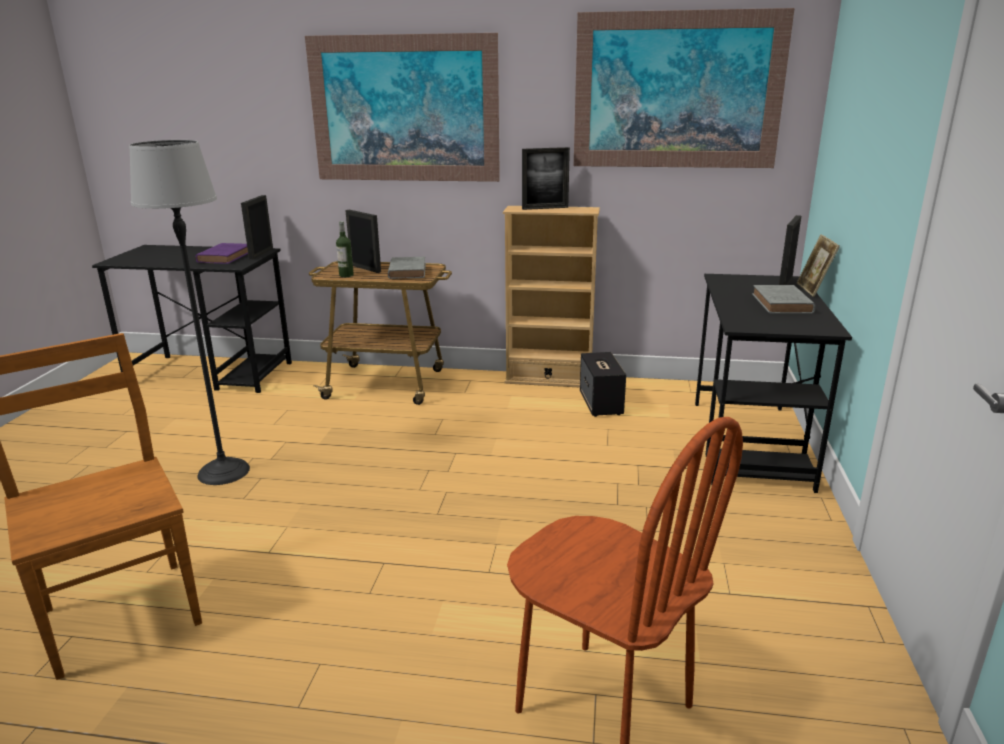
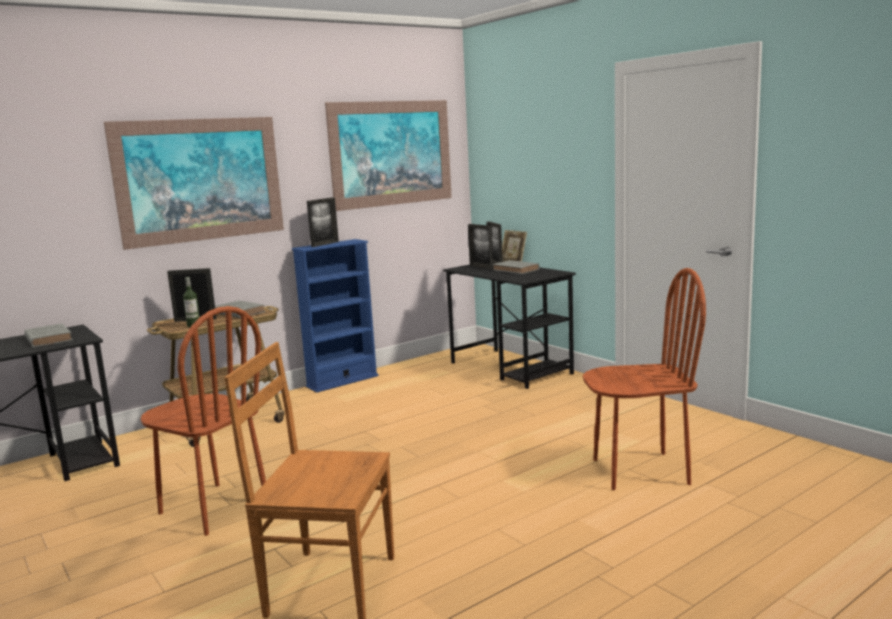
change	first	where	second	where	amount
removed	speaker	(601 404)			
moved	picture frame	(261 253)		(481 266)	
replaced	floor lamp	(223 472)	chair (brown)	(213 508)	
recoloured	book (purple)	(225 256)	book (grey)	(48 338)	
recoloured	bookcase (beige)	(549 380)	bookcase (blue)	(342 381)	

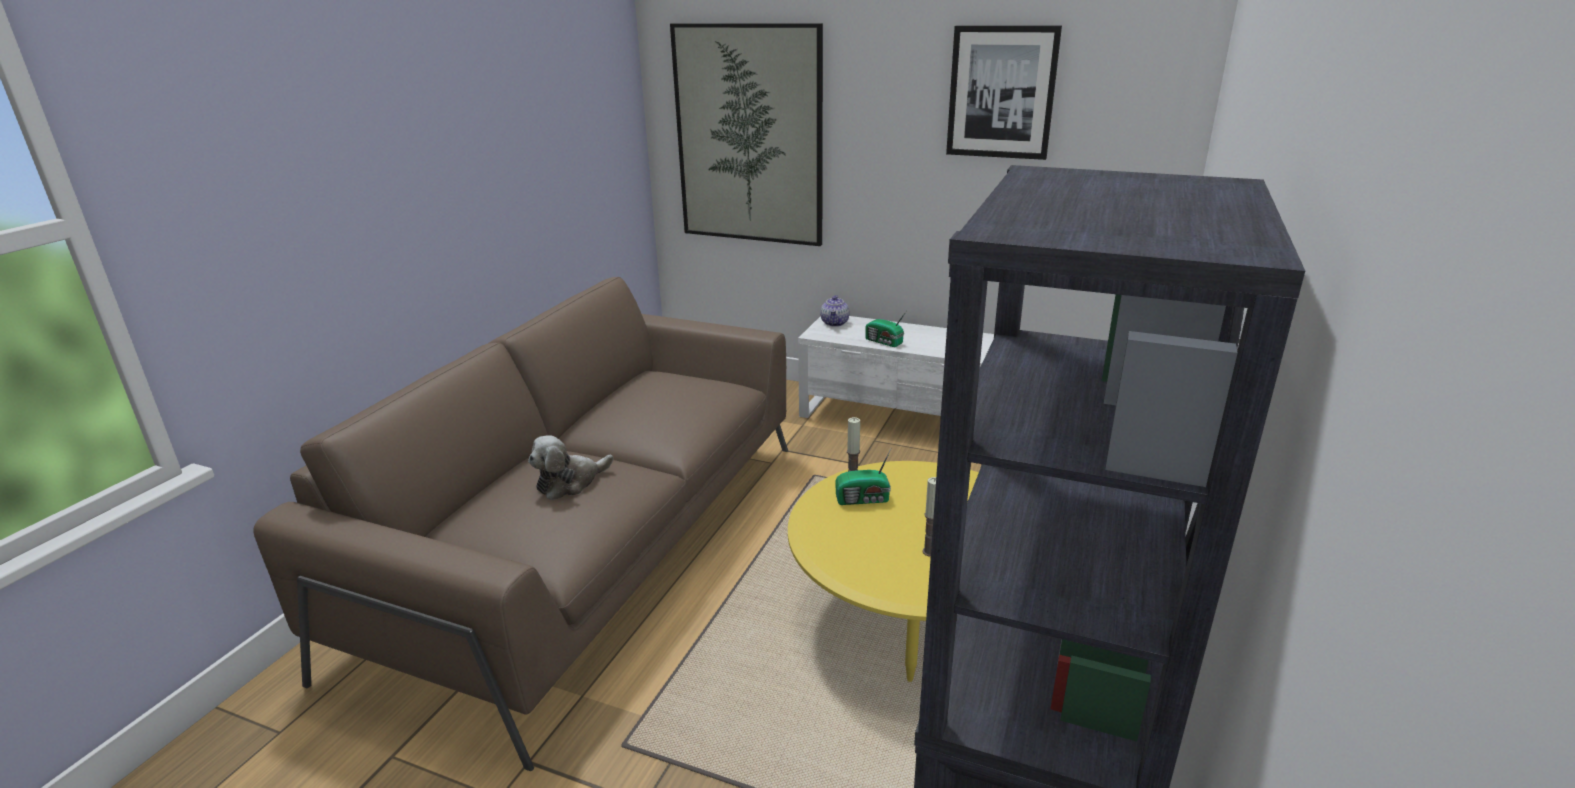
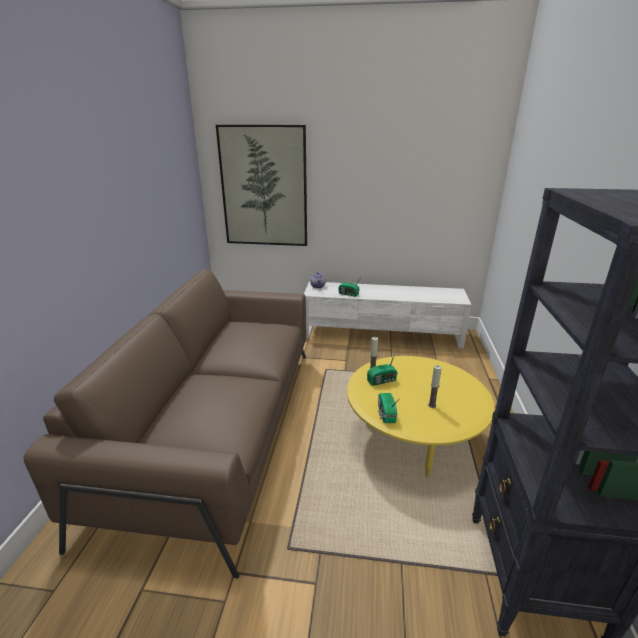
change	first	where	second	where	amount
removed	plush toy	(570 482)			
removed	picture	(1001 92)			
added			radio	(386 414)	

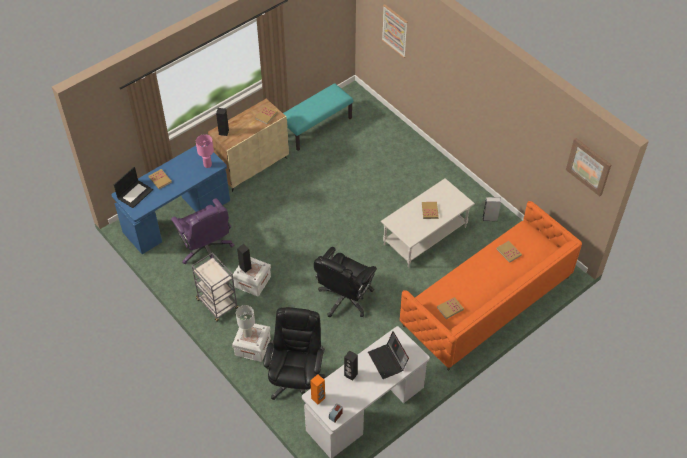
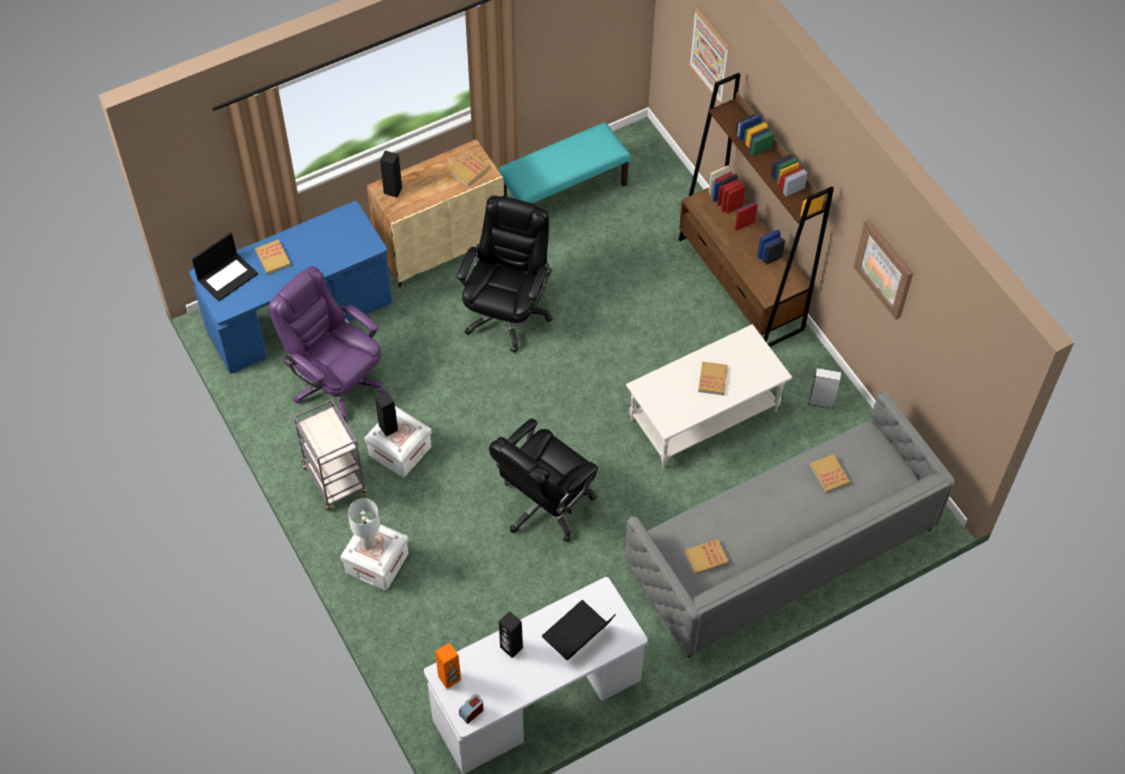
change	first	where	second	where	amount
removed	table lamp (pink)	(207 164)			
added			bookcase (brown)	(740 284)	
moved	office chair (black)	(296 380)		(507 313)	
moved	picture	(589 166)		(884 268)	
recoloured	sofa (orange)	(486 302)	sofa (grey)	(780 550)	
turned	office chair (purple)	(206 250)		(336 383)	150 degrees clockwise
turned	laptop	(388 361)		(577 635)	60 degrees clockwise

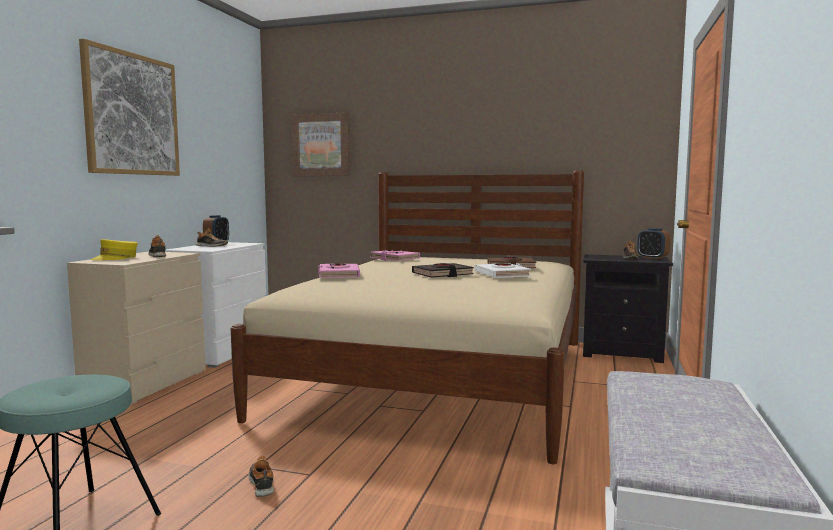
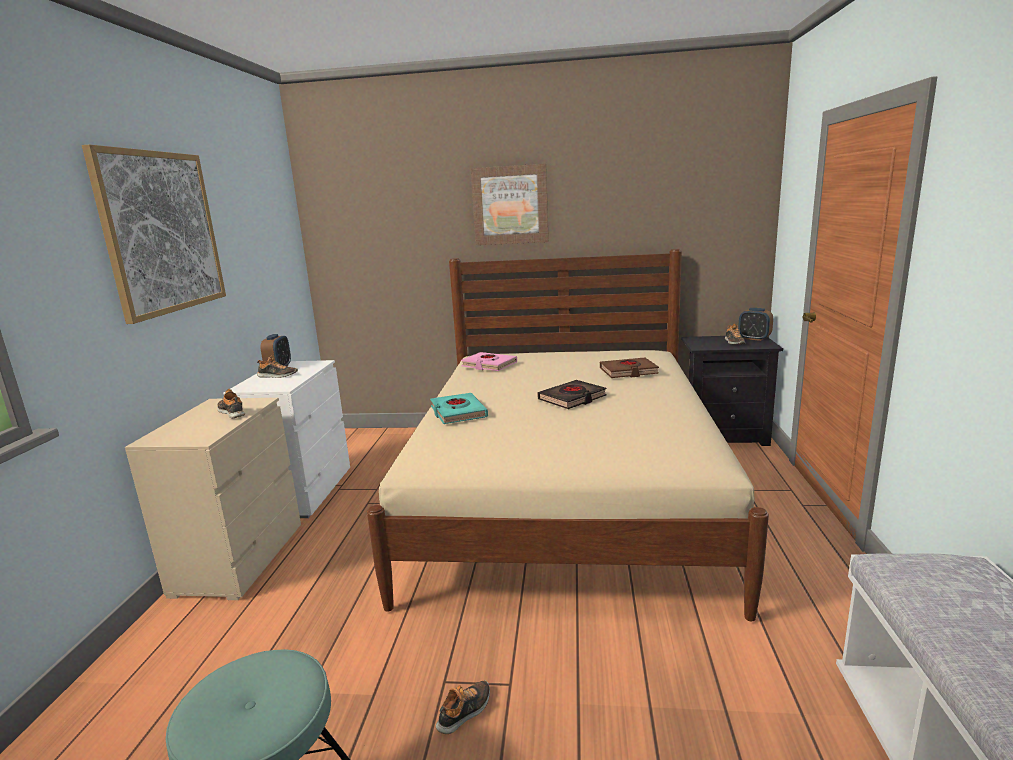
change	first	where	second	where	amount
removed	cap (yellow)	(115 258)			
removed	book (white)	(502 275)			
moved	picture	(321 145)		(510 205)	
recoloured	book (pink)	(338 275)	book (turquoise)	(458 413)	
turned	shoe	(262 484)		(465 712)	75 degrees clockwise

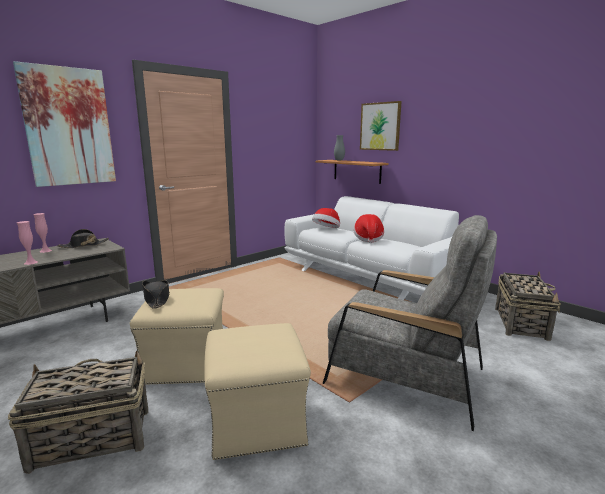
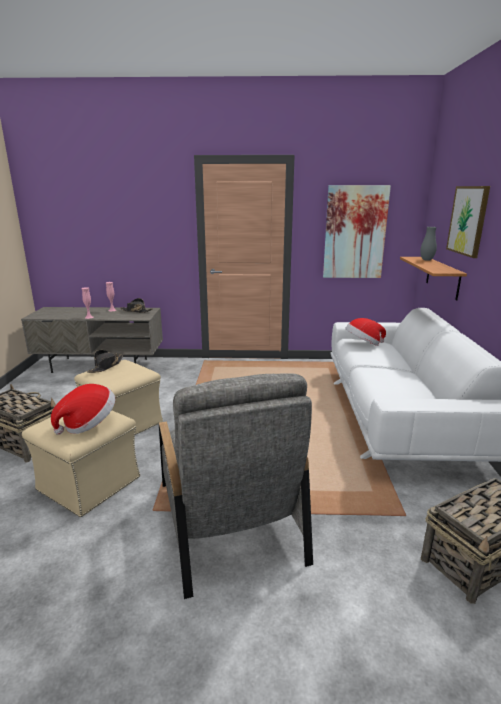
change	first	where	second	where	amount
moved	picture	(68 127)		(355 232)	
moved	hat	(368 239)		(88 424)	

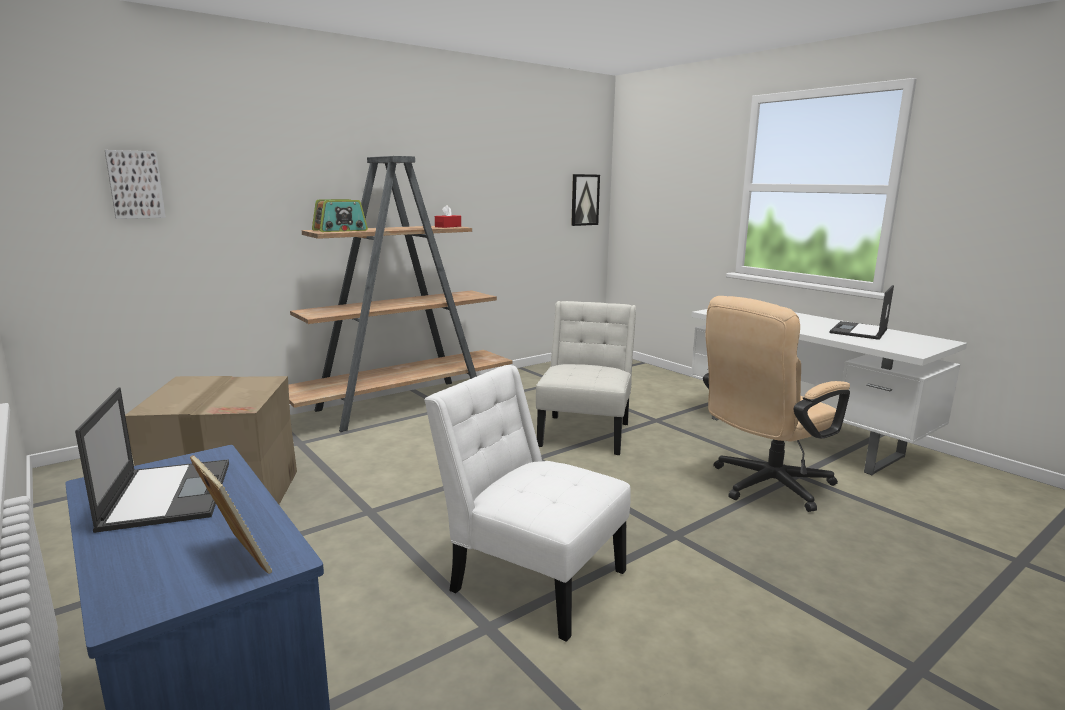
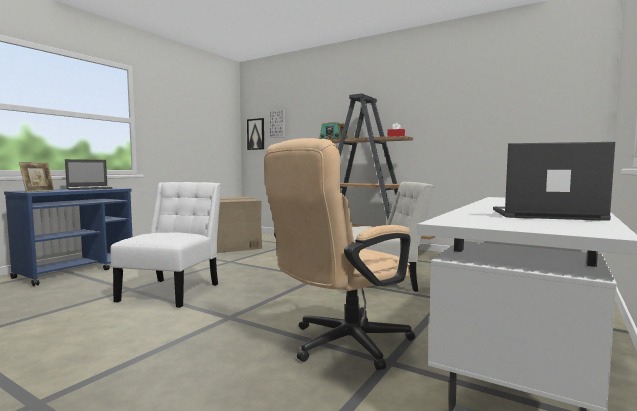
change	first	where	second	where	amount
moved	picture	(584 200)		(256 134)	
turned	office chair (beige)	(763 486)		(340 345)	75 degrees counterclockwise

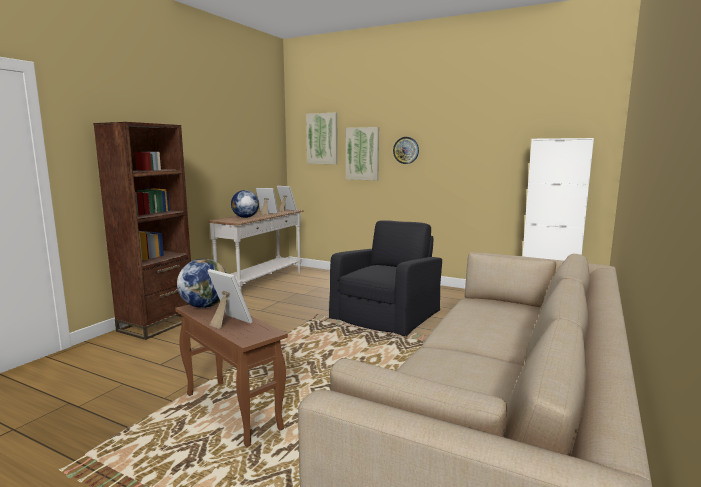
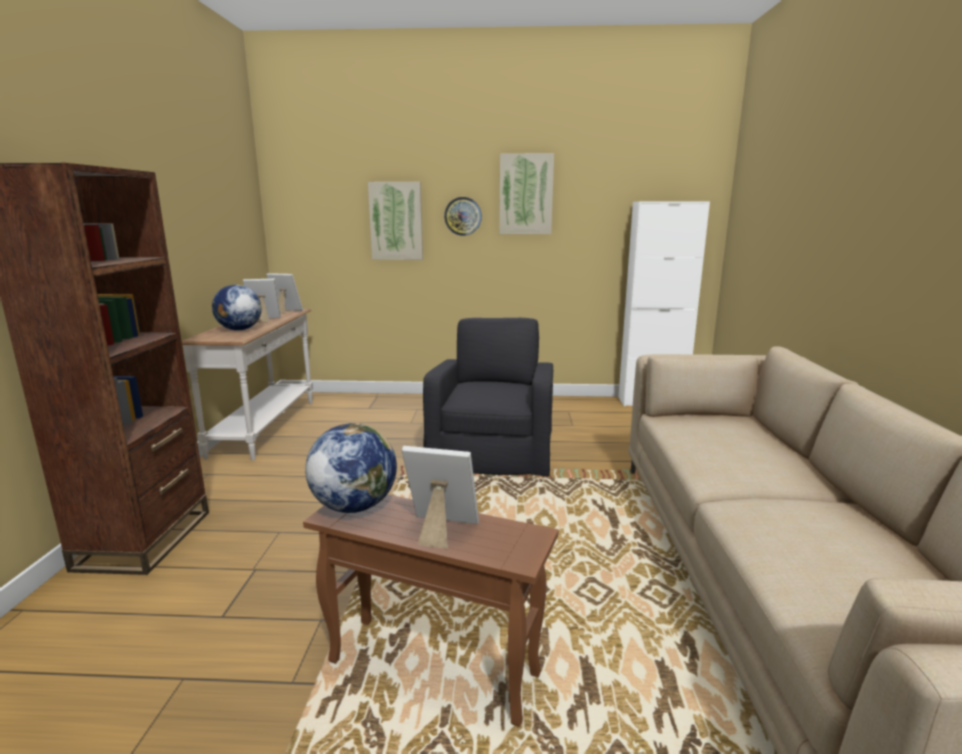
change	first	where	second	where	amount
moved	picture	(322 138)		(525 194)	

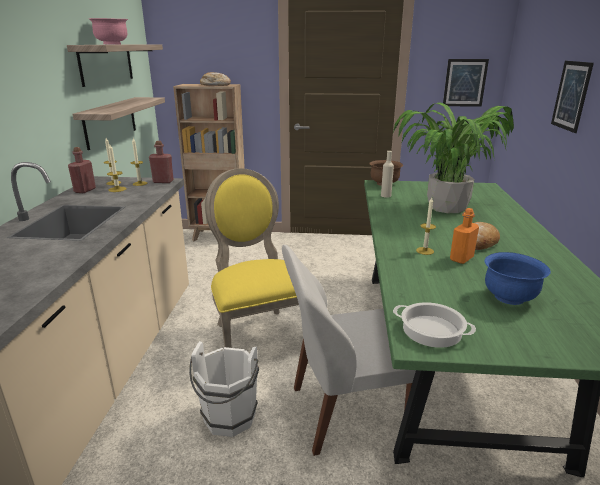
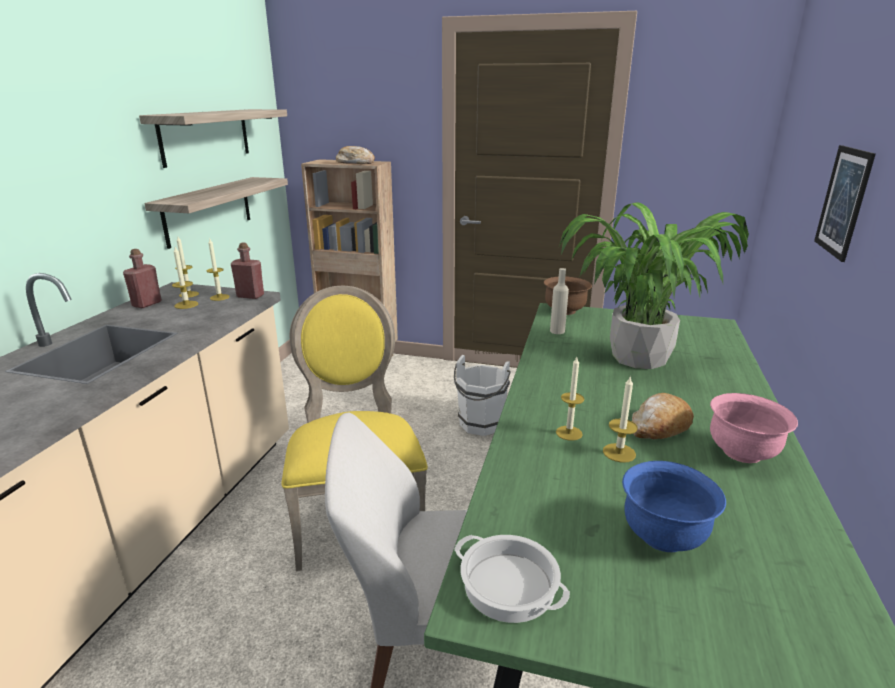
change	first	where	second	where	amount
removed	picture	(465 83)			
moved	bowl (pink)	(112 44)		(742 453)	
moved	bucket (white)	(228 420)		(480 426)	
replaced	bottle (orange)	(461 258)	candle	(619 453)	

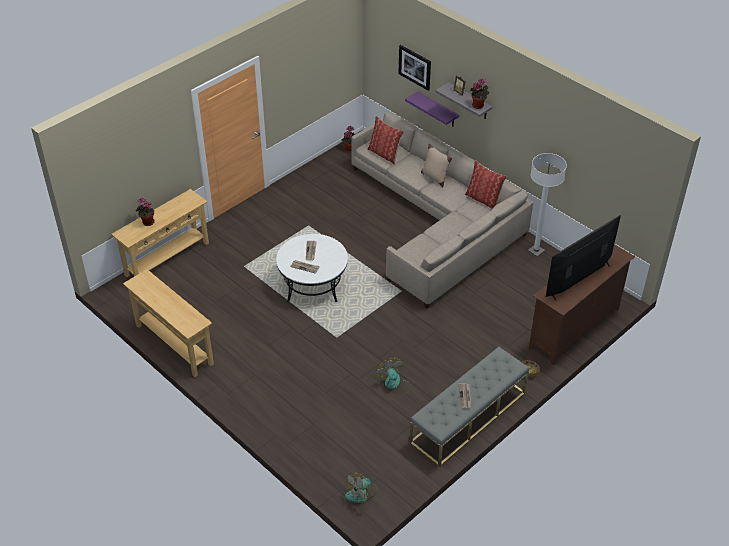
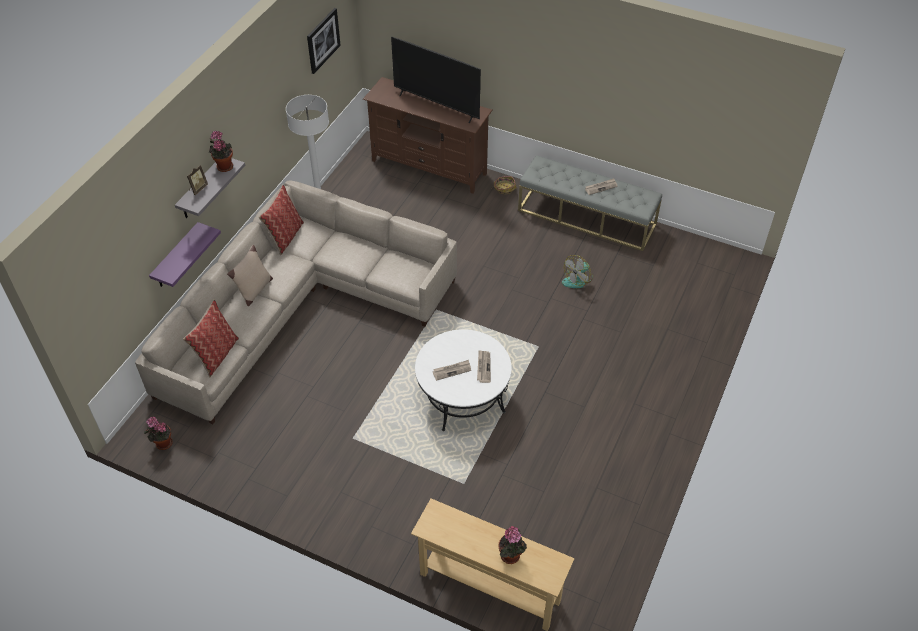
change	first	where	second	where	amount
removed	console table (beige)	(174 344)			
removed	fan	(361 493)			
moved	picture	(415 67)		(322 40)	

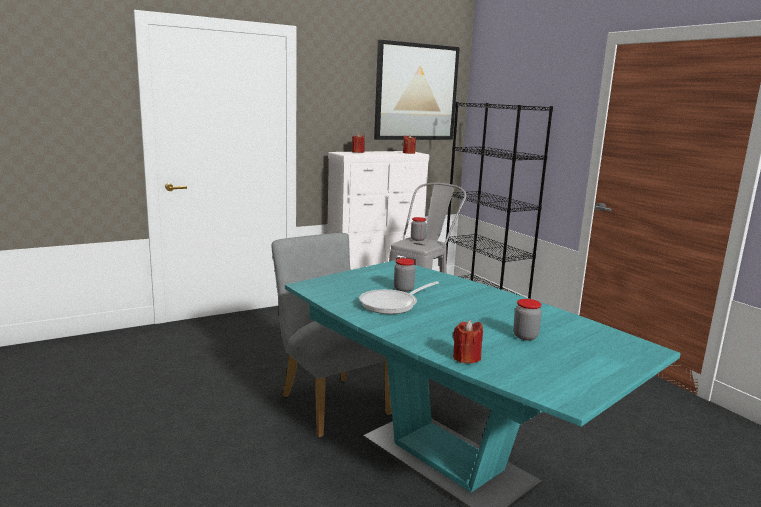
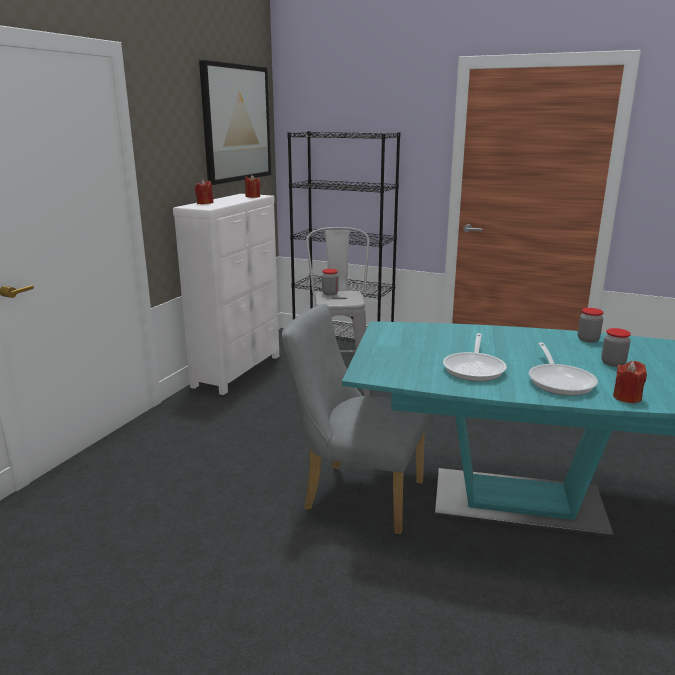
change	first	where	second	where	amount
added			frying pan	(560 381)	
moved	jar	(403 289)		(588 339)	

